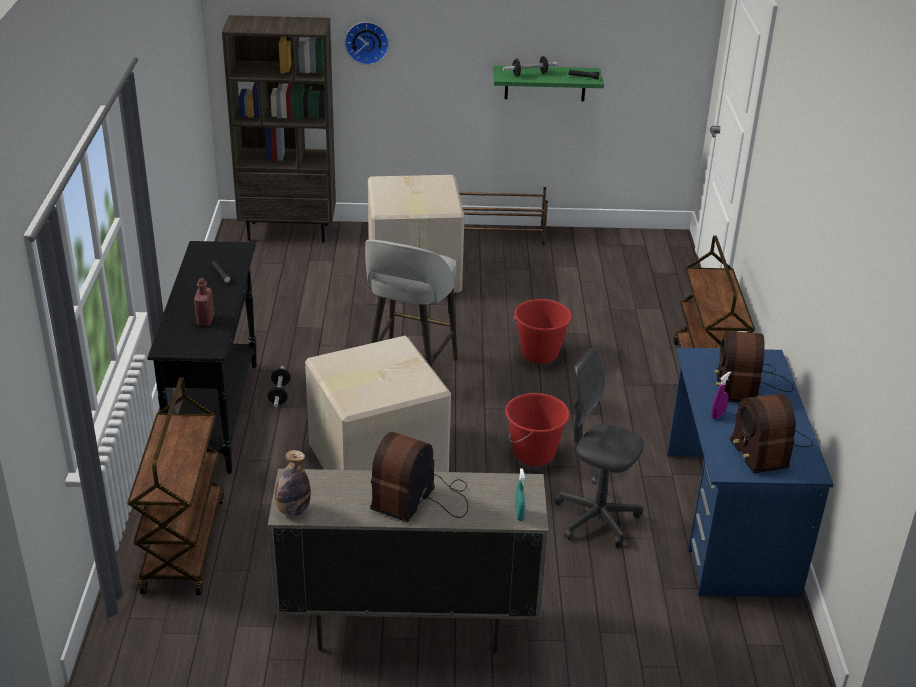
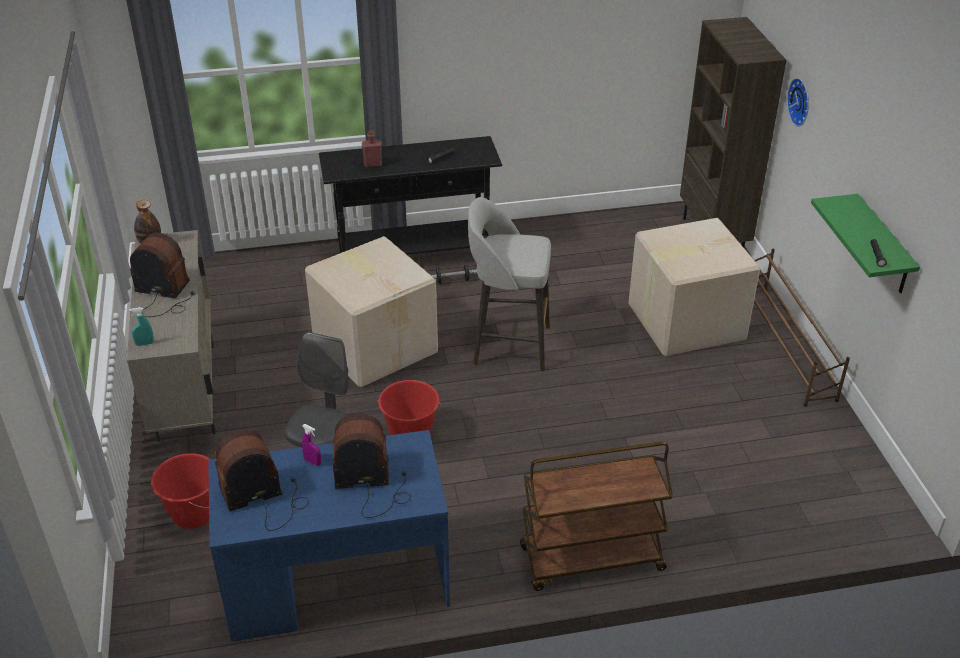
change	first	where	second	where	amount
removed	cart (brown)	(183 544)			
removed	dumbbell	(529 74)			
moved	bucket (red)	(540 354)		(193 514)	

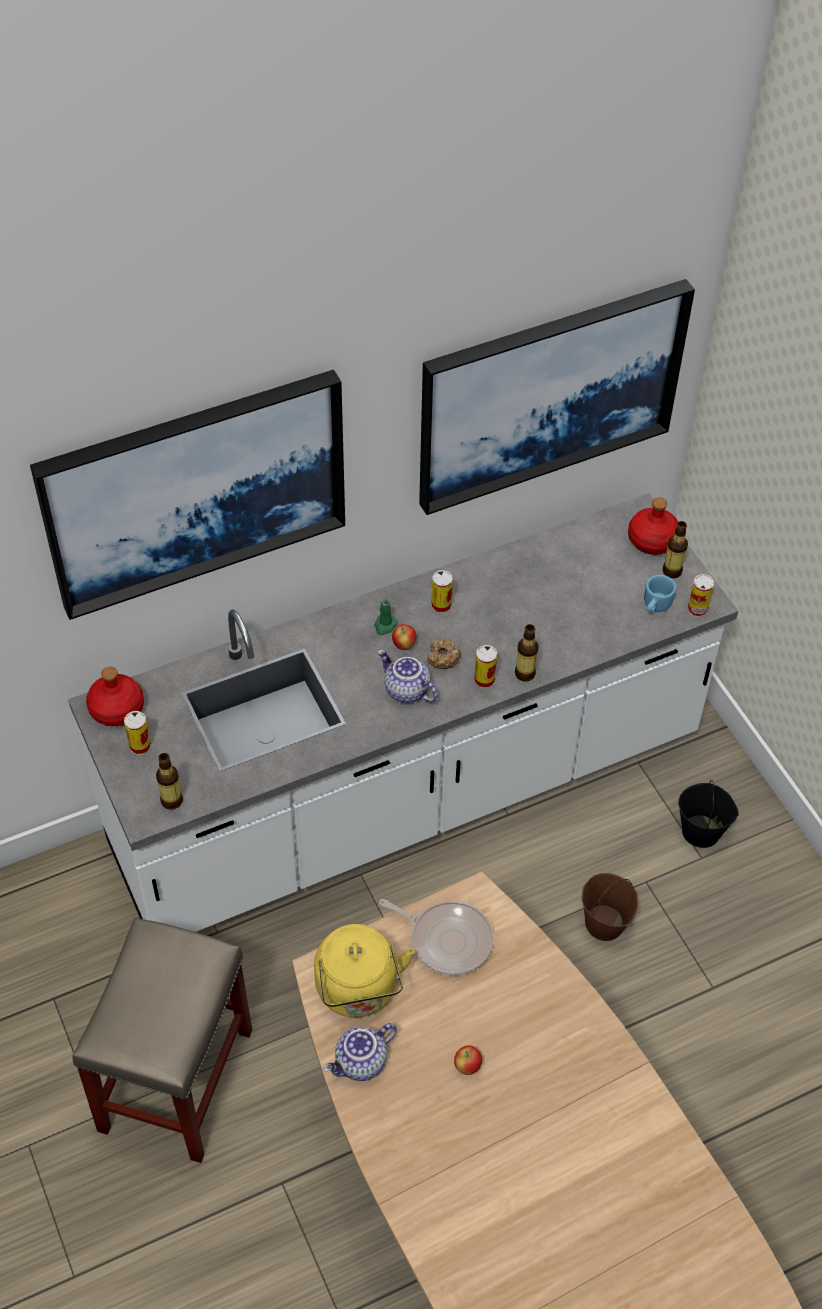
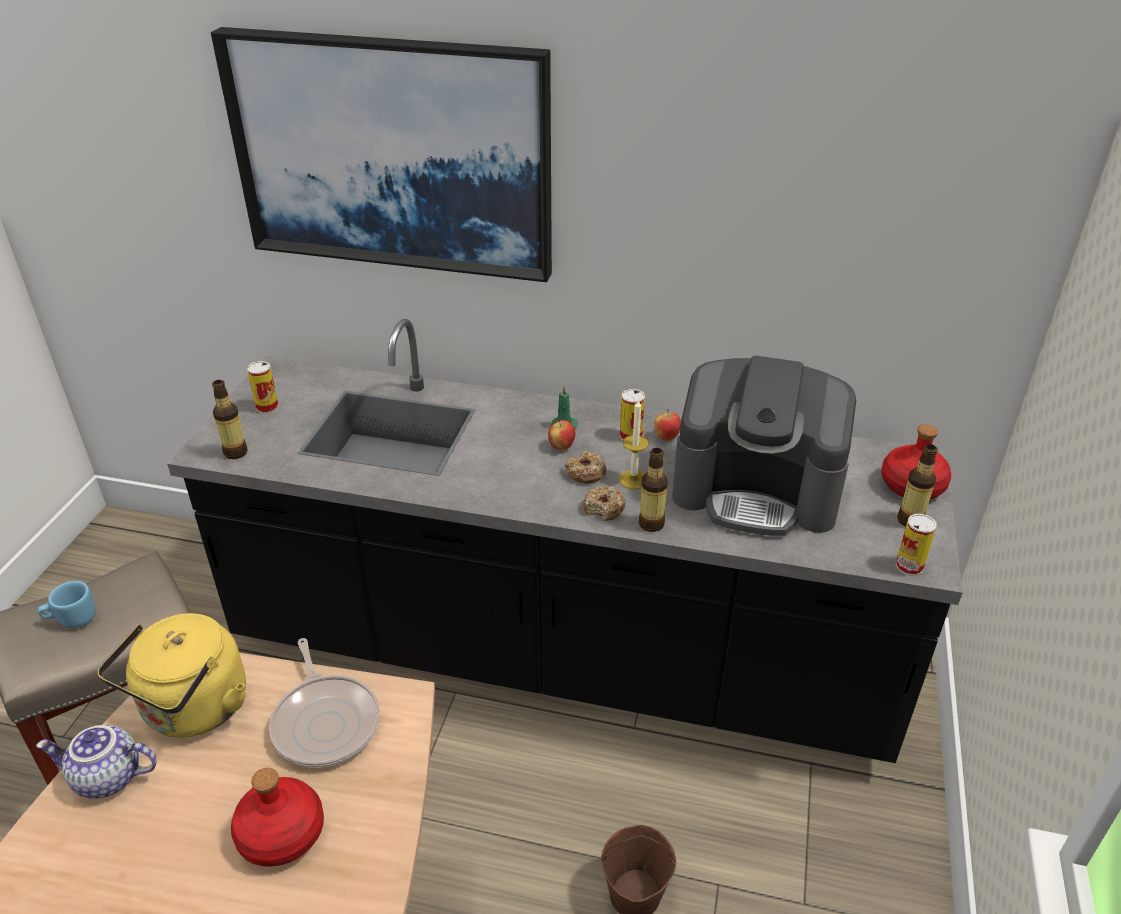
change	first	where	second	where	amount
removed	teapot	(405 691)			
removed	picture	(549 393)			
removed	bucket (black)	(701 831)			
added			candle	(633 479)	
added			coffee machine	(757 490)	
moved	bottle (red)	(116 708)		(281 833)	
moved	apple	(467 1067)		(666 438)	
moved	mug (blue)	(654 606)		(72 619)	
replaced	can	(484 680)	donut	(604 508)	
recoloured	counter (white)	(408 794)	counter (black)	(560 655)	

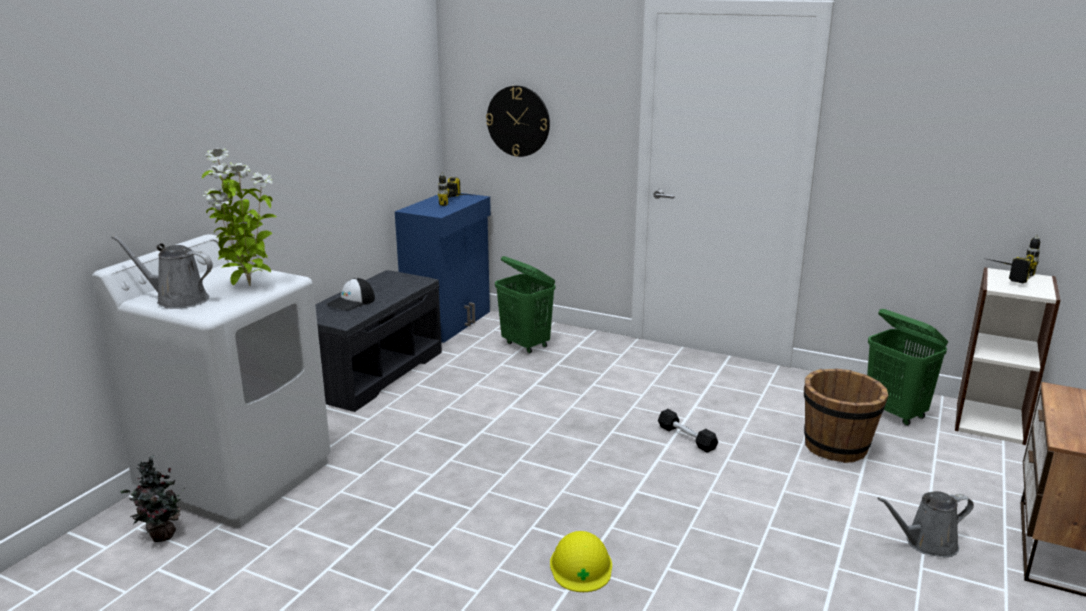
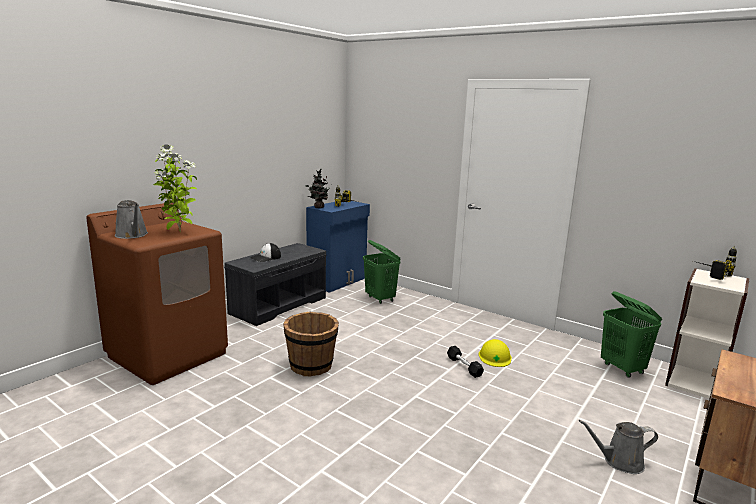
change	first	where	second	where	amount
removed	wall clock	(518 121)			
moved	potted plant	(160 536)		(318 207)	
moved	hard hat (yellow)	(581 566)		(495 357)	
moved	bucket (brown)	(836 447)		(311 366)	
recoloured	washing machine (white)	(238 476)	washing machine (brown)	(168 354)	
turned	watering can (grey)	(178 300)		(132 235)	150 degrees counterclockwise

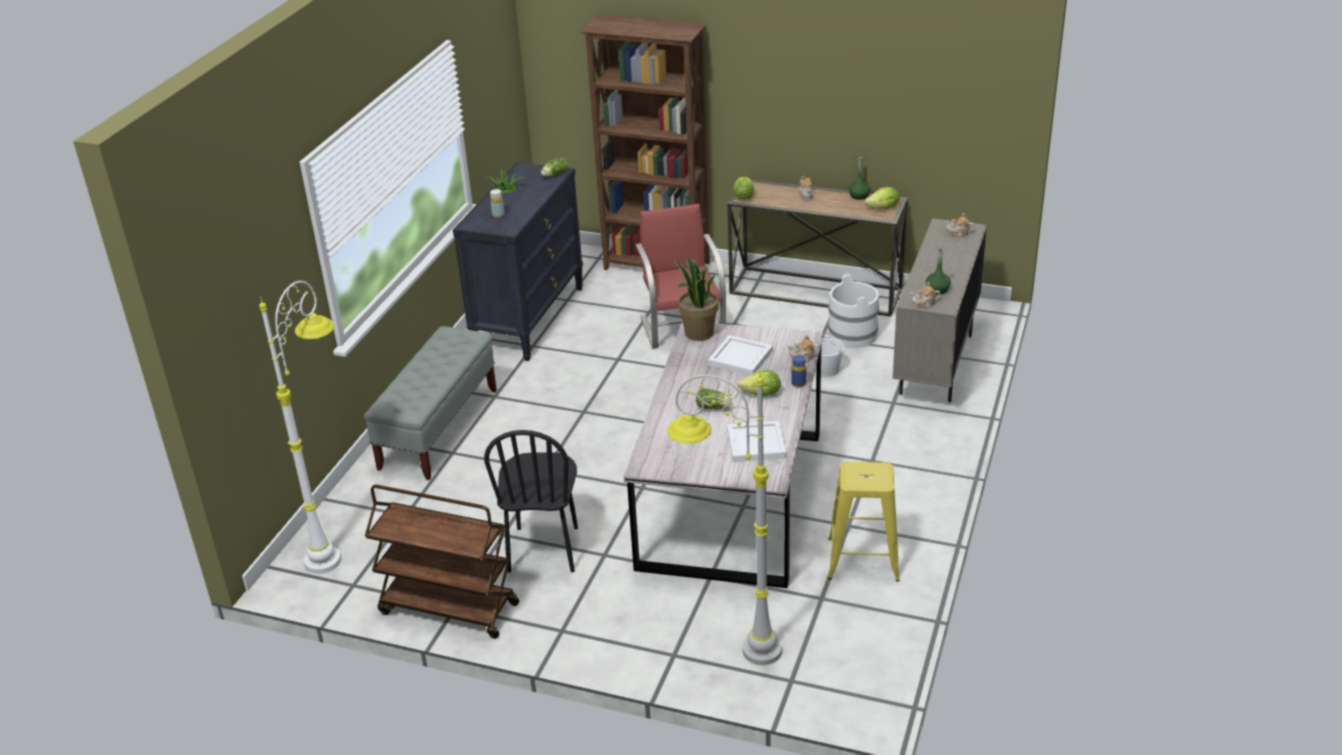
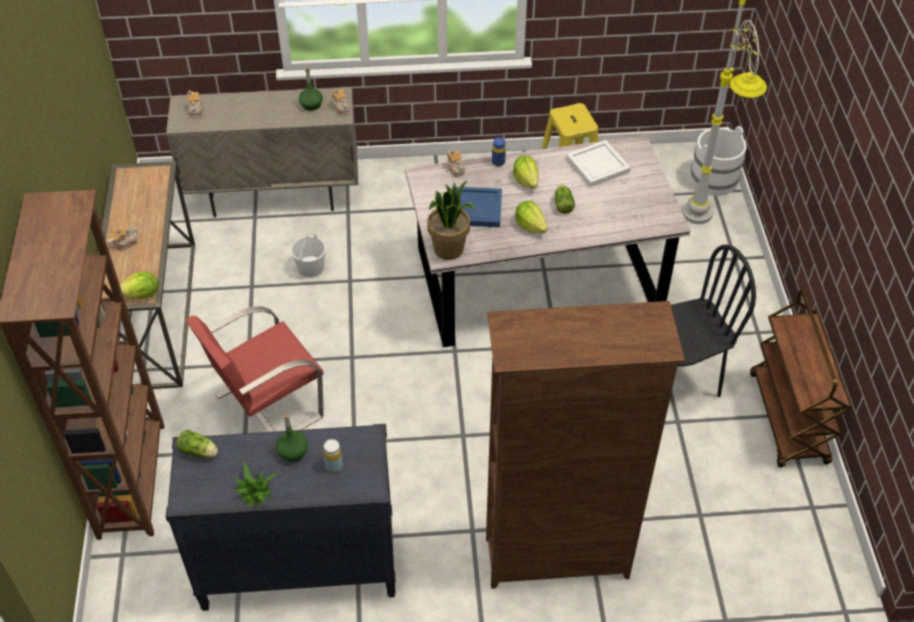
change	first	where	second	where	amount
removed	floor lamp (white)	(340 542)			
moved	bucket (white)	(852 334)		(714 179)	
moved	bottle (green)	(859 196)		(293 451)	
moved	lettuce	(883 208)		(530 226)	
replaced	bench (grey)	(439 429)	bookcase (brown)	(555 556)	
recoloured	tray (white)	(741 358)	tray (blue)	(476 208)	

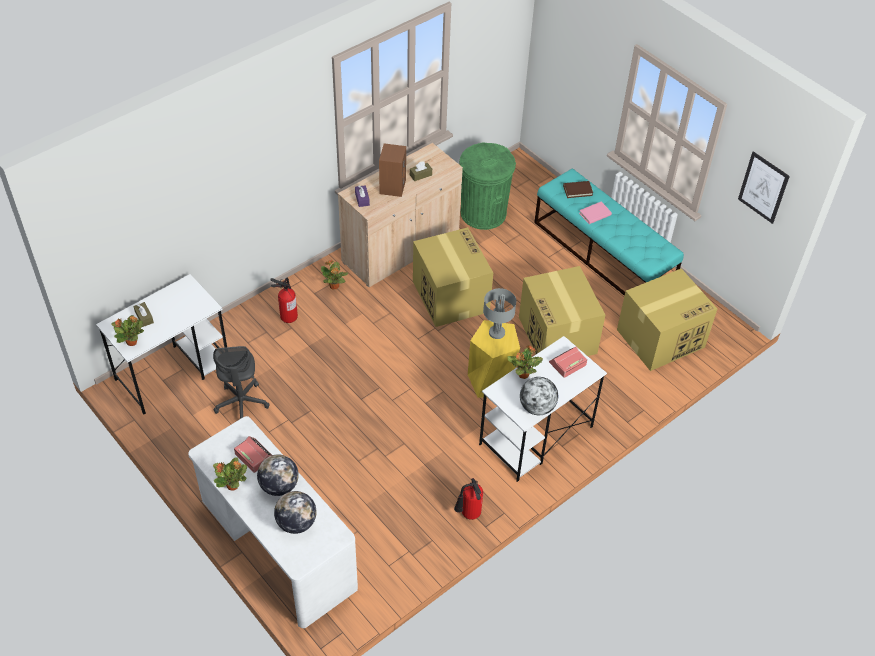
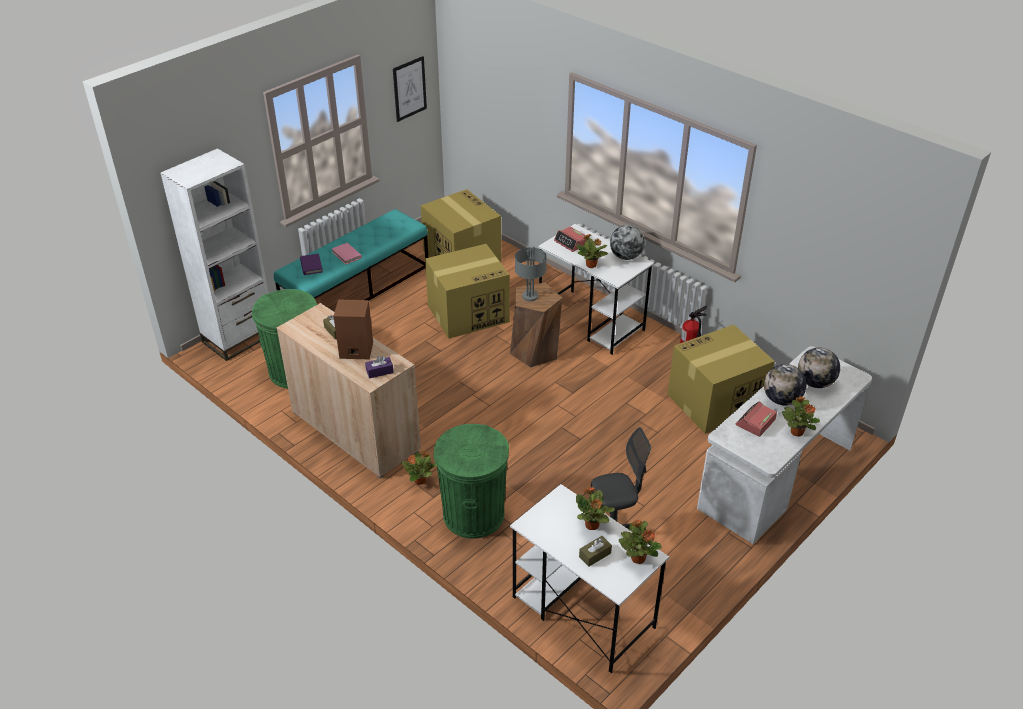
change	first	where	second	where	amount
added			bookcase (white)	(239 337)	
added			potted plant	(592 526)	
moved	cardboard box	(450 295)		(714 403)	
replaced	fire extinguisher	(288 316)	trash can (green)	(473 515)	
recoloured	stool (yellow)	(491 381)	stool (brown)	(534 351)	
recoloured	book (brown)	(577 190)	book (purple)	(311 266)	

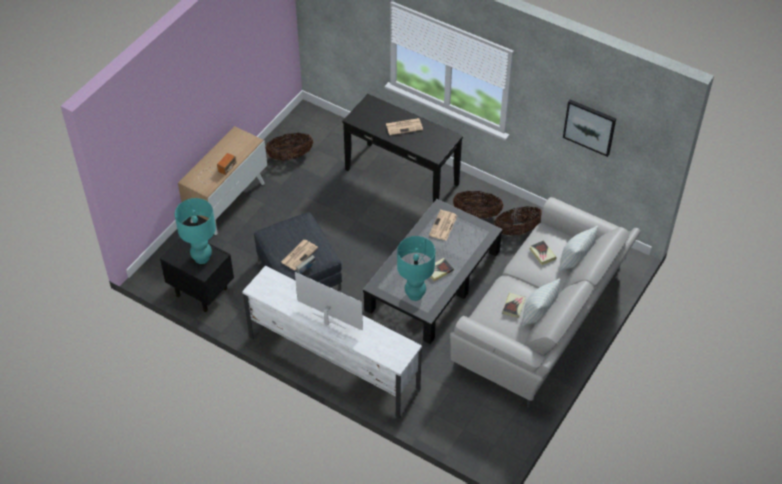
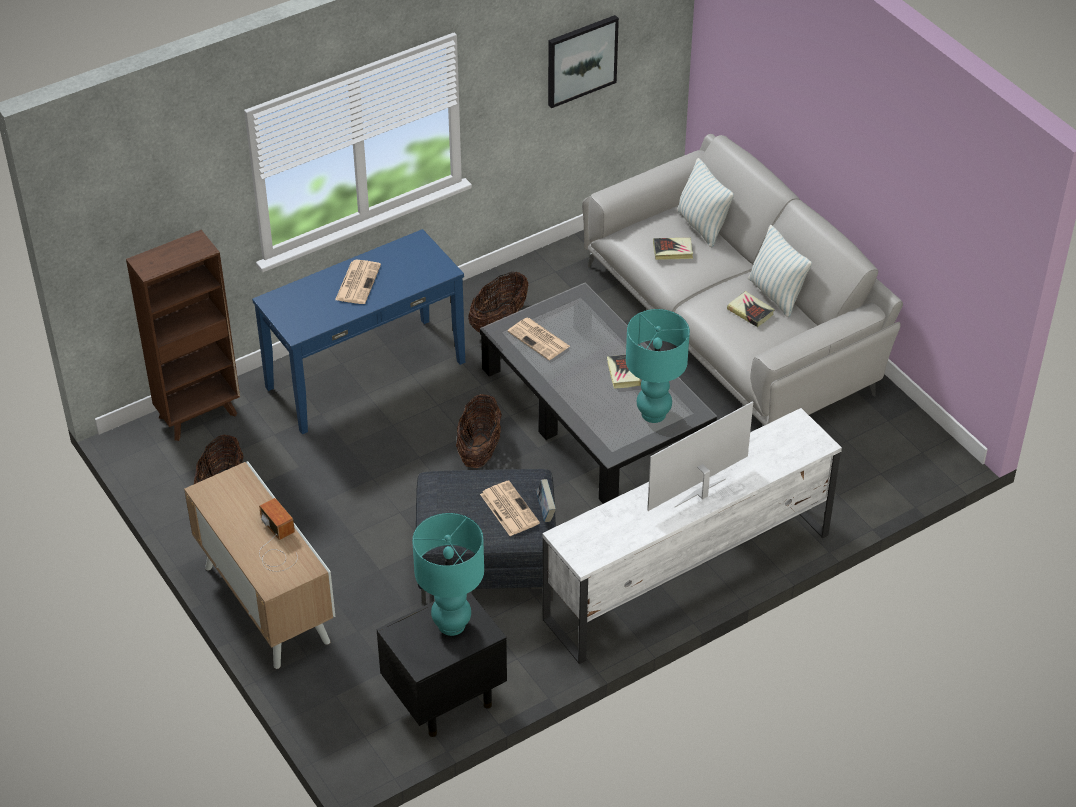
change	first	where	second	where	amount
added			bookcase (brown)	(199 415)	
moved	basket	(517 230)		(479 450)	
recoloured	console table (black)	(402 176)	console table (blue)	(365 374)	

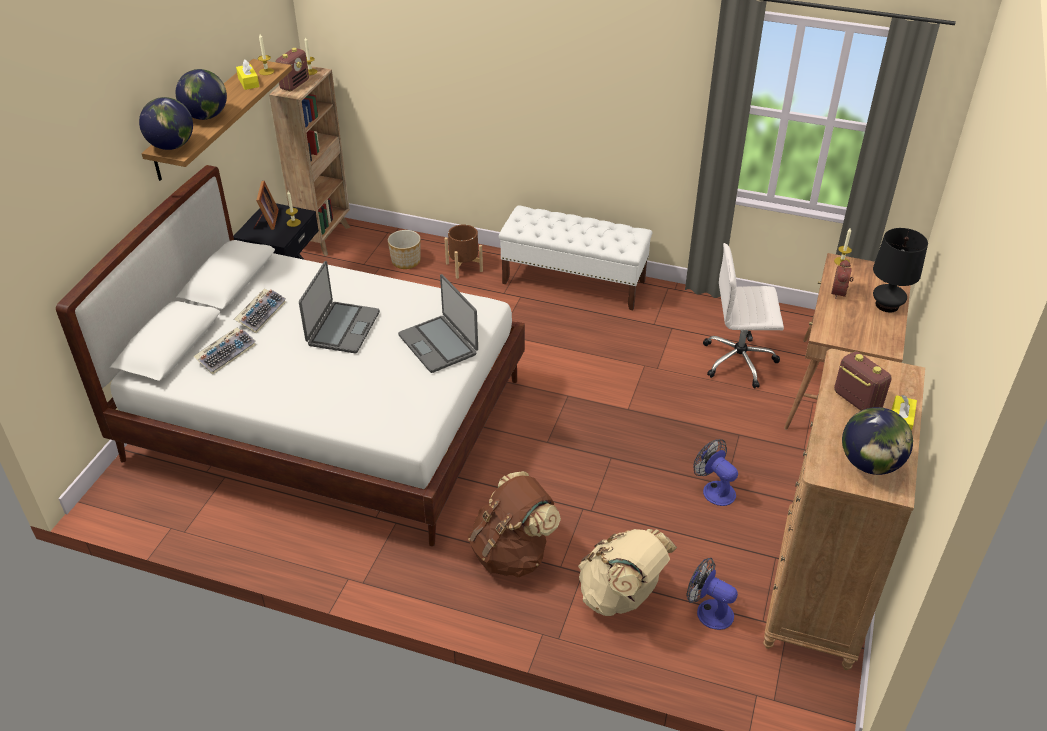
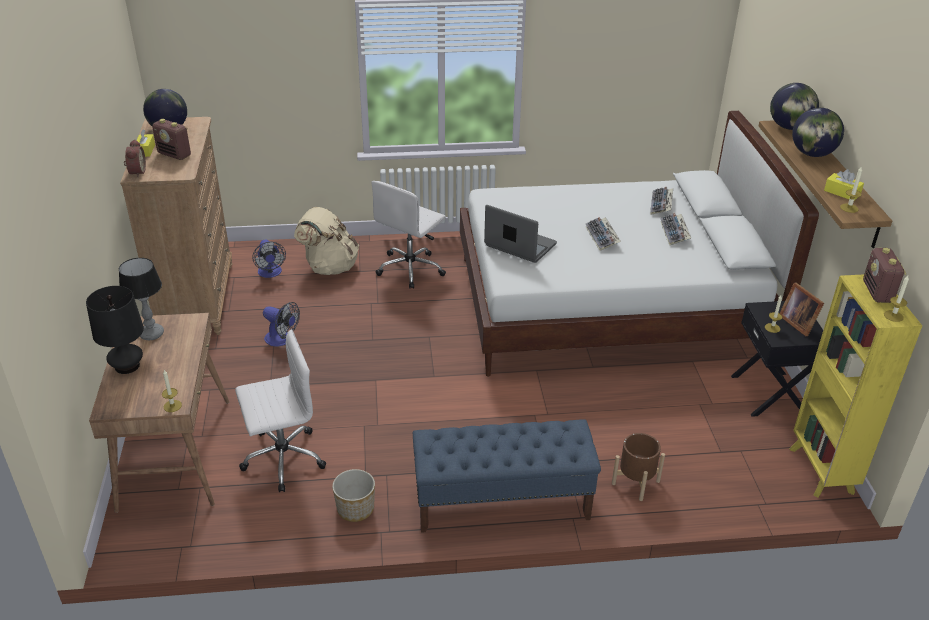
change	first	where	second	where	amount
added			table lamp	(152 334)	
moved	planter	(406 261)		(355 509)	
moved	alarm clock	(840 293)		(136 172)	
replaced	laptop	(342 328)	keyboard	(602 238)	
replaced	backpack (brown)	(512 553)	office chair (white)	(411 269)	
recoloured	bookcase (brown)	(325 237)	bookcase (yellow)	(821 472)	
recoloured	bench (white)	(574 282)	bench (blue)	(501 502)	
turned	fan	(708 611)		(270 273)	60 degrees clockwise

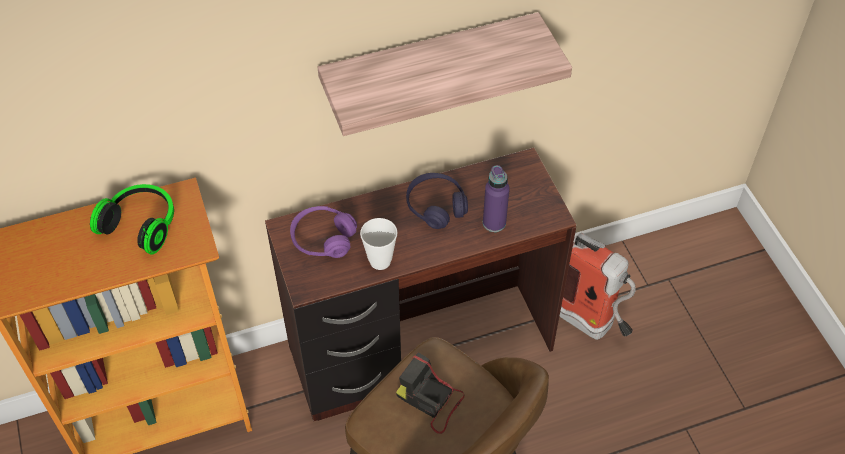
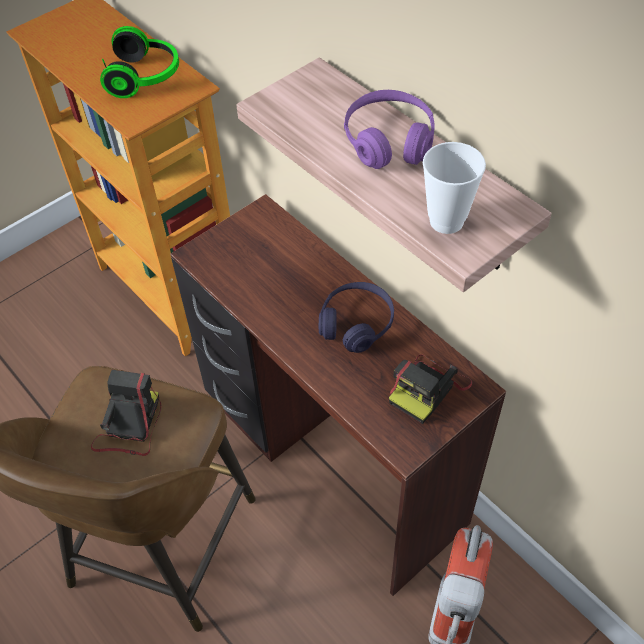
change	first	where	second	where	amount
removed	bottle (purple)	(494 223)			
added			photo camera	(428 389)	
moved	headphones (purple)	(323 239)		(389 141)	
moved	cup	(380 261)		(446 221)	

